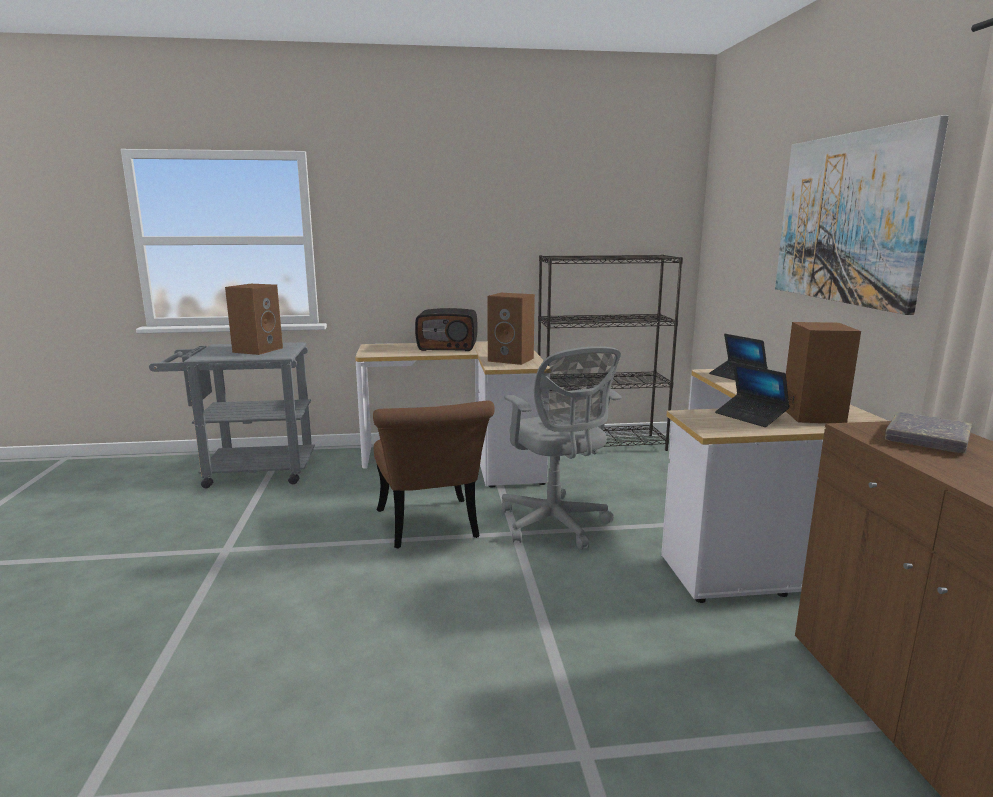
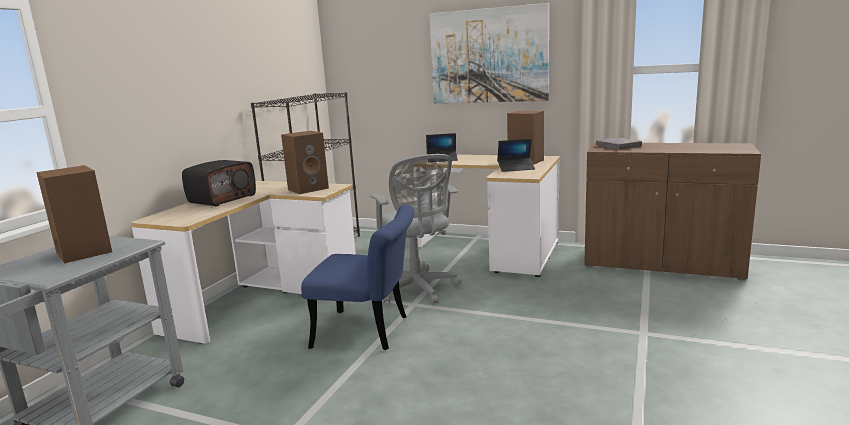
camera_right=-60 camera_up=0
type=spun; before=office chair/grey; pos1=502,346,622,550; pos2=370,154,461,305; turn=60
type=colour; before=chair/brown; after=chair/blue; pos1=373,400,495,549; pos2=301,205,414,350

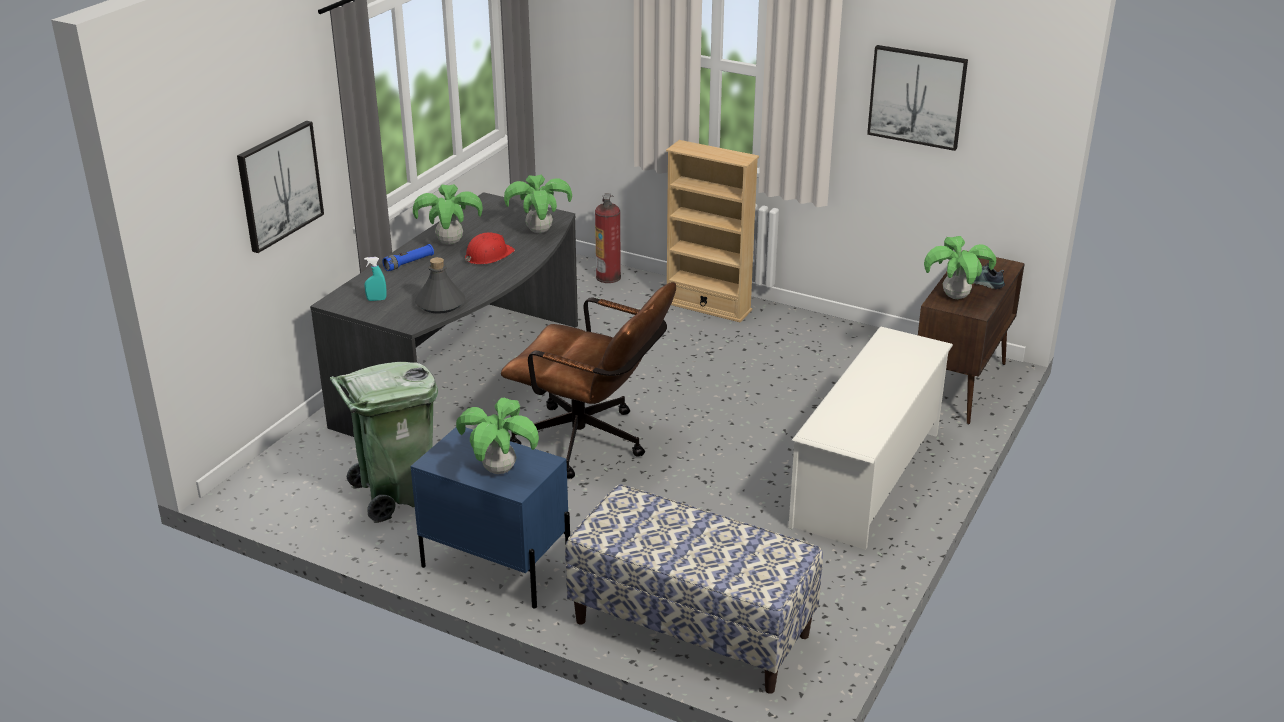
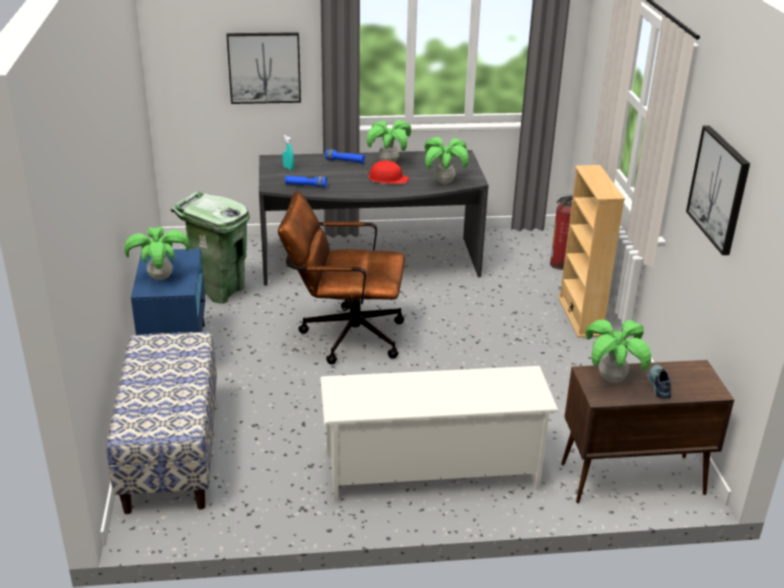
camera_right=55 camera_up=0
type=exchanged; before=bottle/grey; after=flashlight/blue; pos1=415,257,465,314; pos2=285,175,327,188
type=spun; before=office chair/brown; pos1=501,282,676,479; pos2=278,191,405,364; turn=105

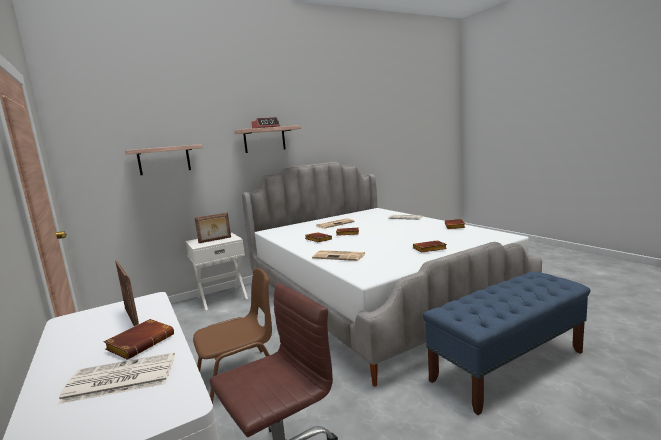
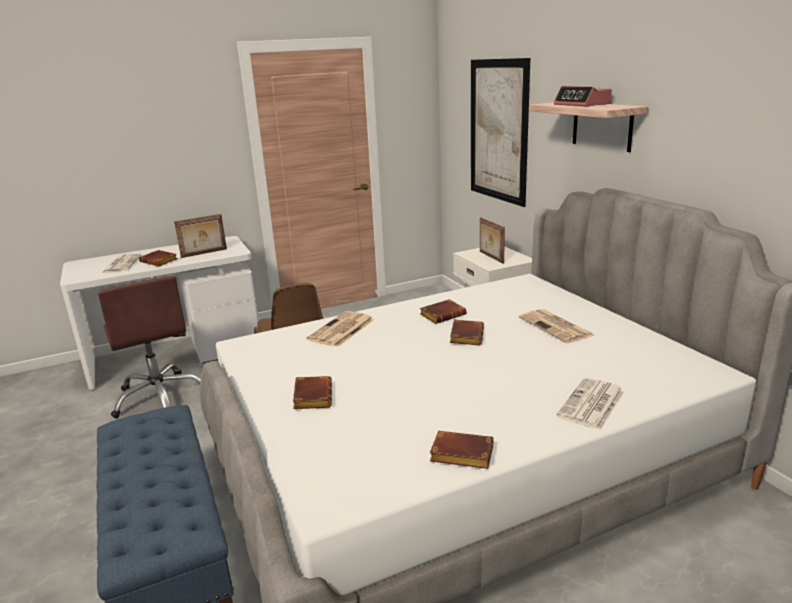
camera_right=95 camera_up=10
type=exchanged; before=shelf; after=picture; pos1=125,144,203,175; pos2=471,58,530,207

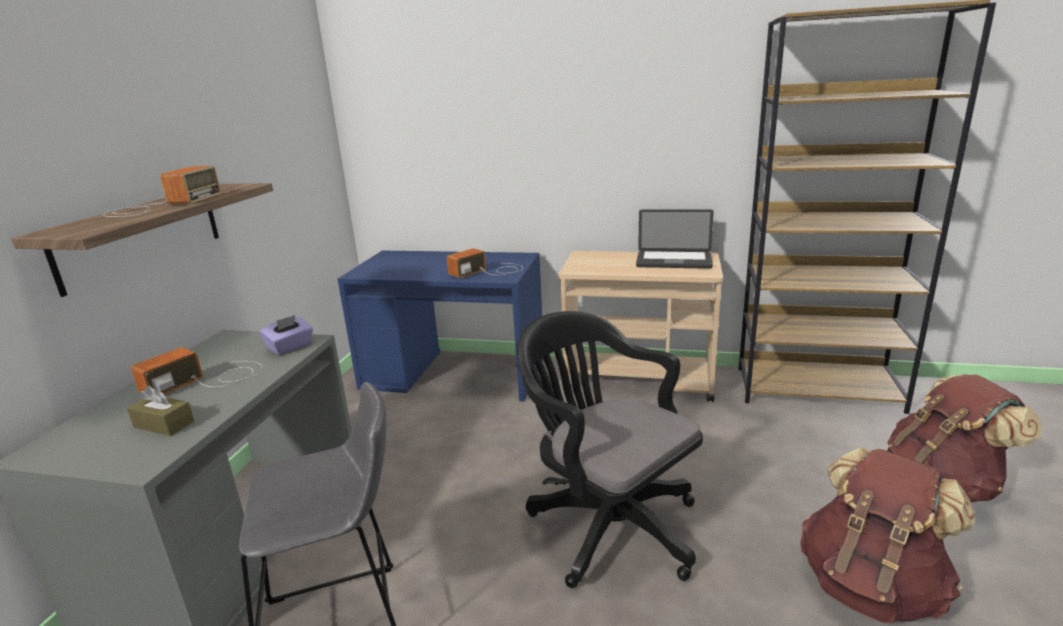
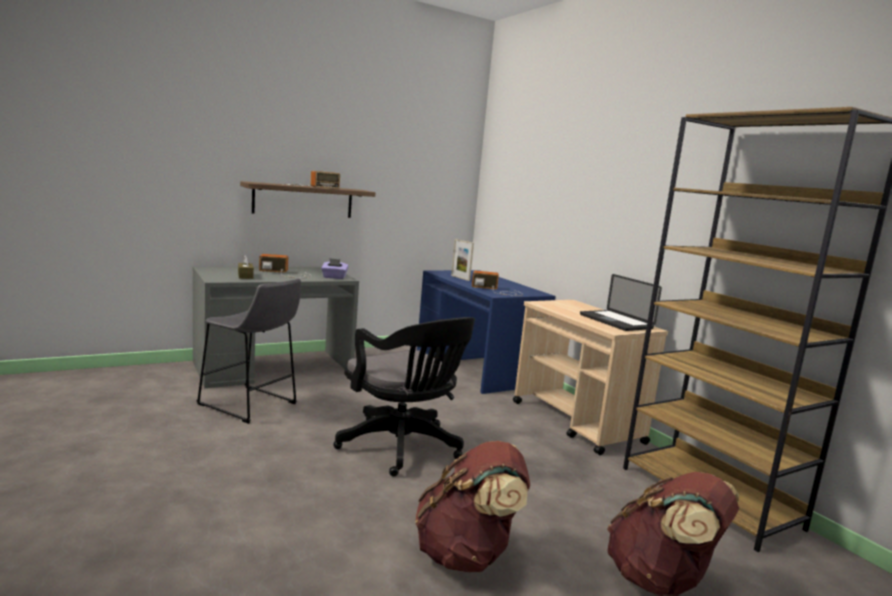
camera_right=45 camera_up=-10
type=spun; before=office chair/black; pos1=518,311,703,588; pos2=333,317,475,476; turn=135
type=appeared; after=picture frame; pos2=451,239,474,281

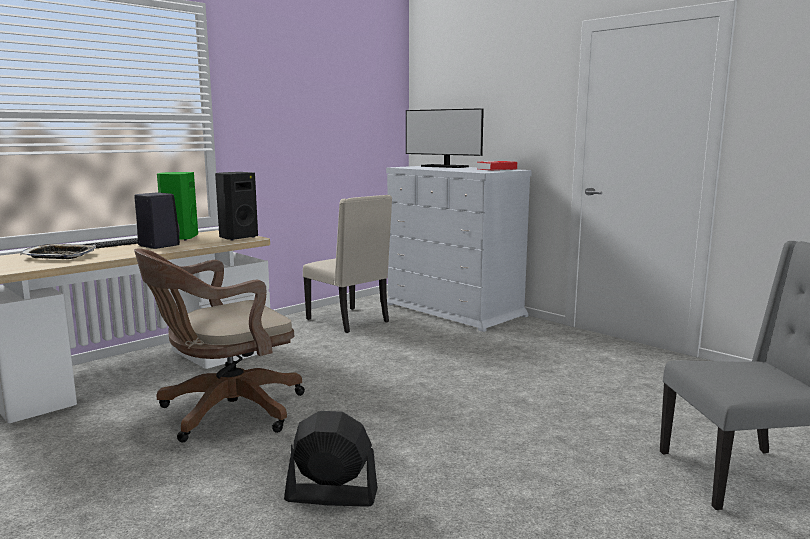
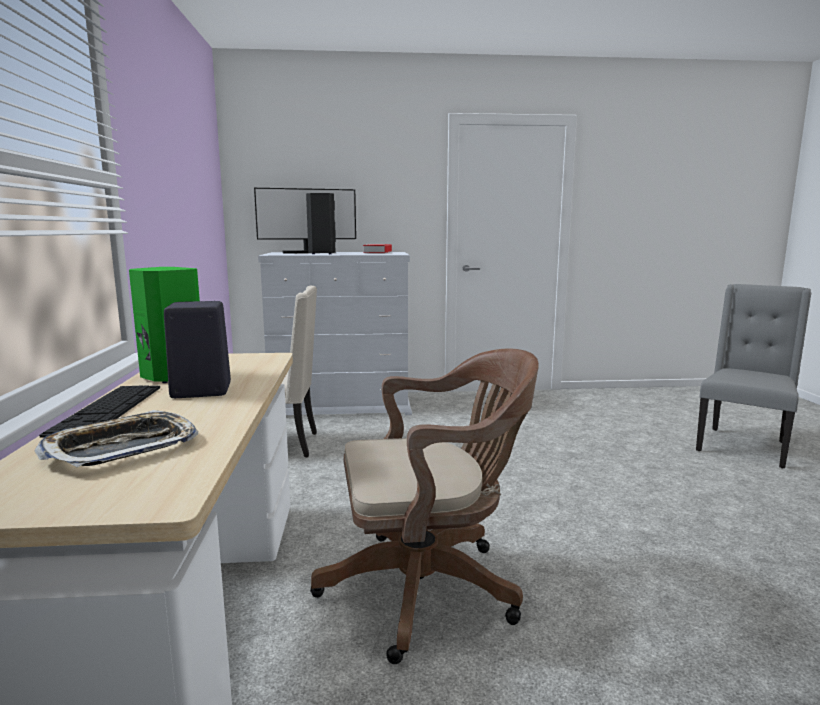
camera_right=-50 camera_up=0
type=relocated; before=speaker/black; pos1=215,172,258,241; pos2=306,193,336,254
type=spun; before=office chair/brown; pos1=134,249,305,442; pos2=310,349,539,664; turn=-105
type=missing; before=fan/black; pos1=284,411,378,507

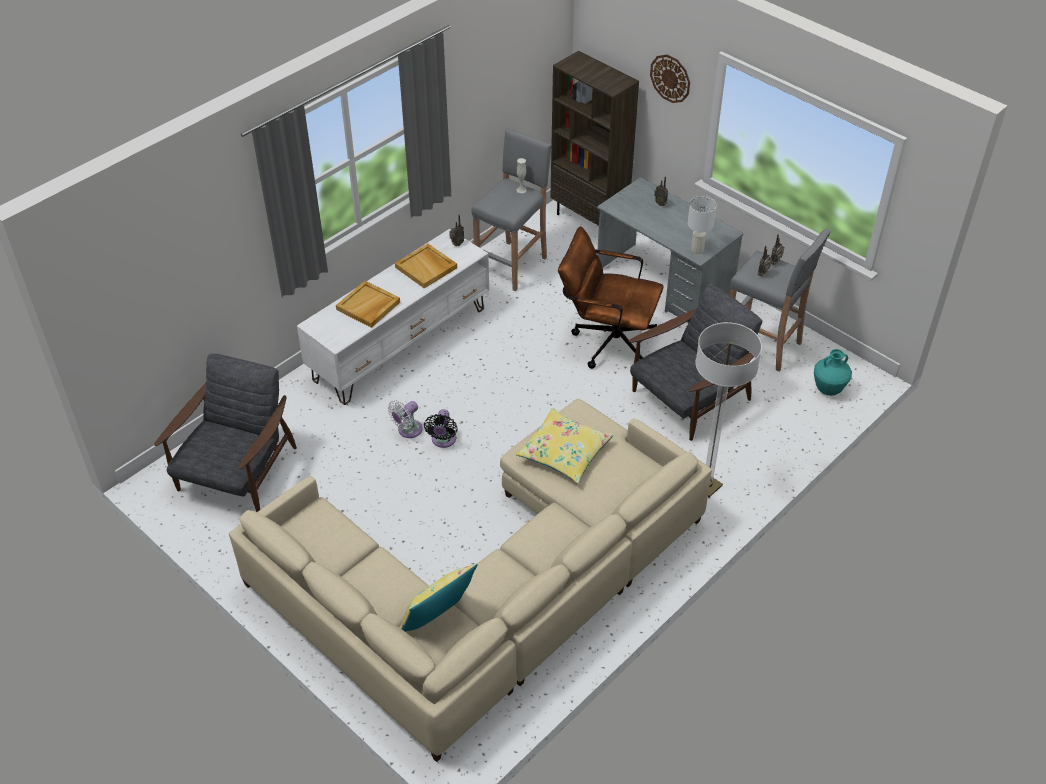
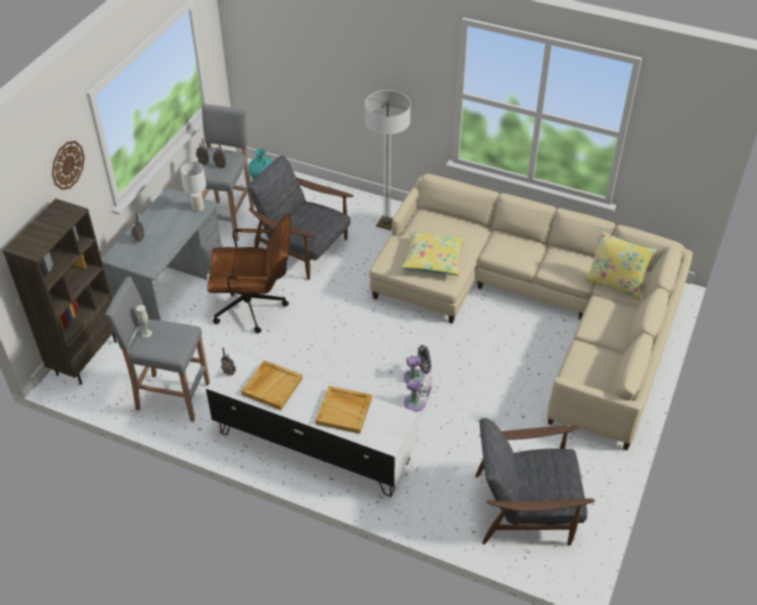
camera_right=-110 camera_up=0
type=spun; before=office chair/brown; pos1=558,226,664,369; pos2=207,213,291,333; turn=-90

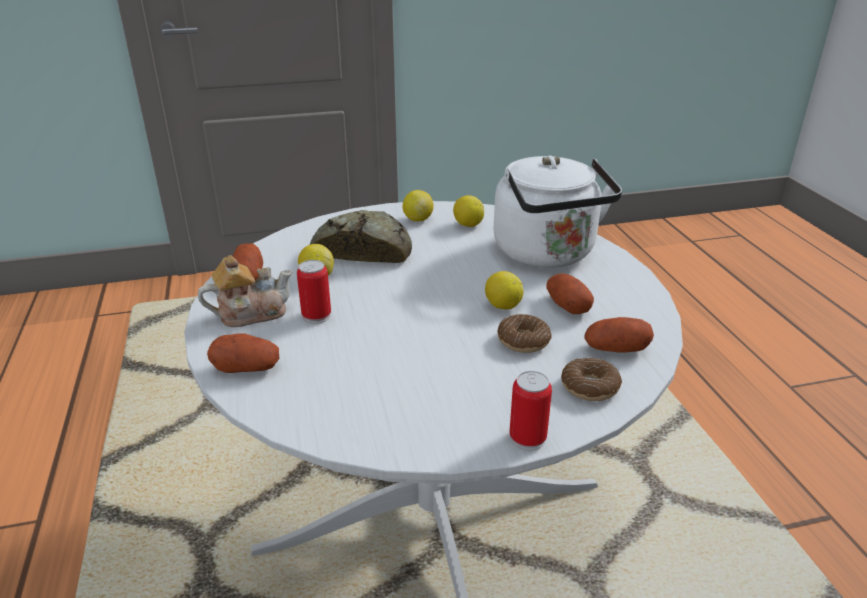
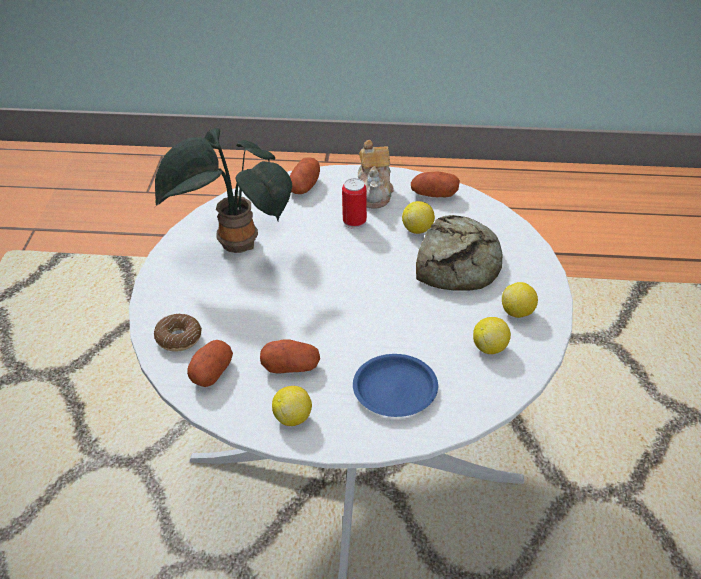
camera_right=110 camera_up=10
type=exchanged; before=kettle/white; after=plate/blue; pos1=494,155,622,268; pos2=353,354,438,417
type=relocated; before=lemon; pos1=485,271,524,310; pos2=272,386,312,426
type=missing; before=donut; pos1=497,314,552,353
type=missing; before=can; pos1=510,371,552,451
type=appeared; after=potted plant; pos2=154,128,292,253

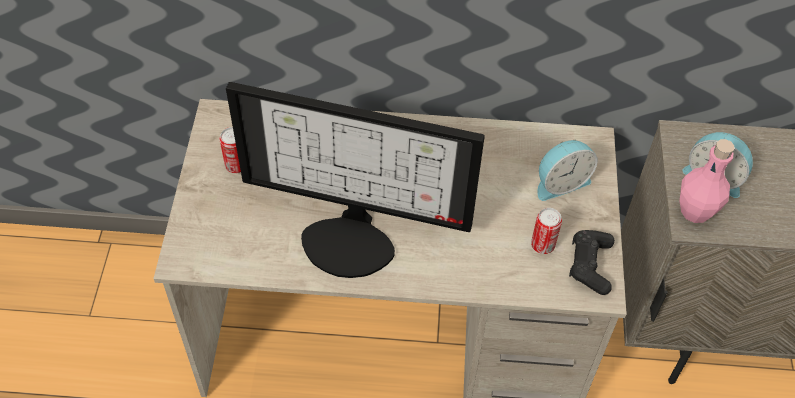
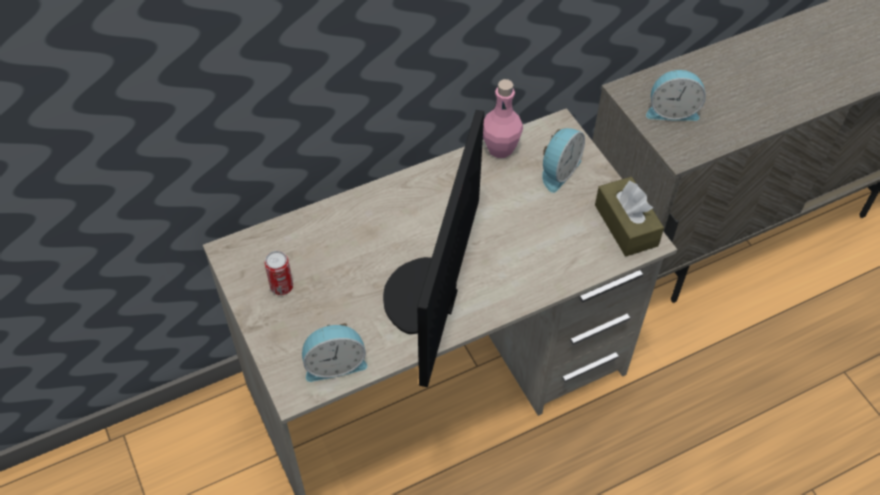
camera_right=-30 camera_up=0
type=spun; before=monitor; pos1=226,82,485,278; pos2=383,110,484,387; turn=120
type=relocated; before=bottle/pink; pos1=680,139,734,223; pos2=483,79,523,158
type=missing; before=can; pos1=531,208,562,254
type=exchanged; before=game controller/black; after=tissue box/brown; pos1=569,230,615,295; pos2=595,177,664,256
type=appeared; after=alarm clock; pos2=302,323,367,382

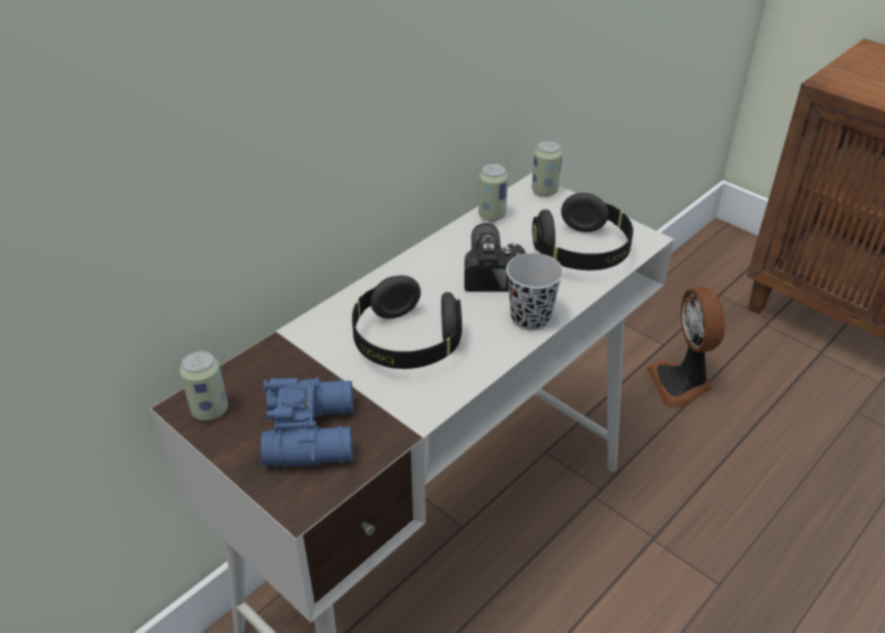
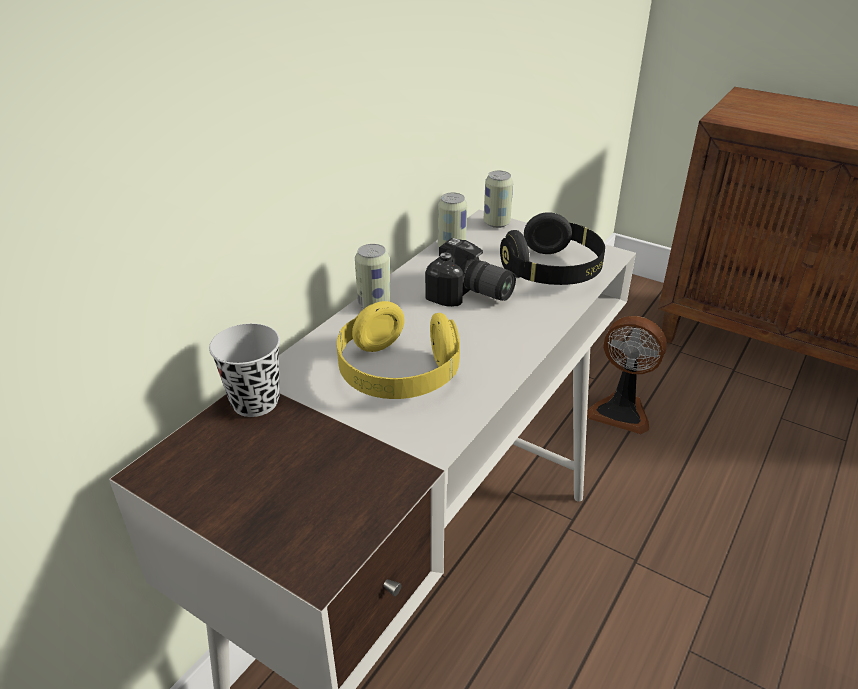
camera_right=-10 camera_up=-5
type=spun; before=photo camera; pos1=464,223,526,292; pos2=425,238,516,307; turn=135
type=relocated; before=cup/black; pos1=506,253,563,330; pos2=209,323,280,417
type=colour; before=headphones/black; after=headphones/yellow; pos1=352,275,462,369; pos2=337,301,460,399
type=spun; before=fan; pos1=647,287,725,408; pos2=587,316,667,434; turn=-45
type=relocated; before=can; pos1=180,351,228,421; pos2=355,244,391,308
type=missing; before=binoculars/blue; pos1=261,377,353,467

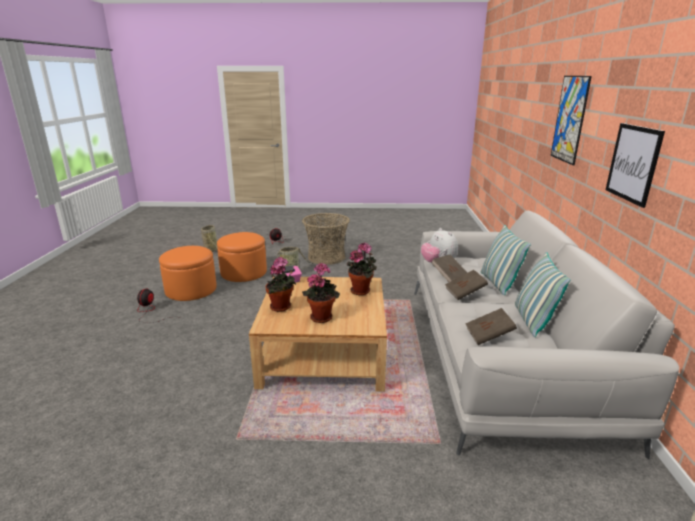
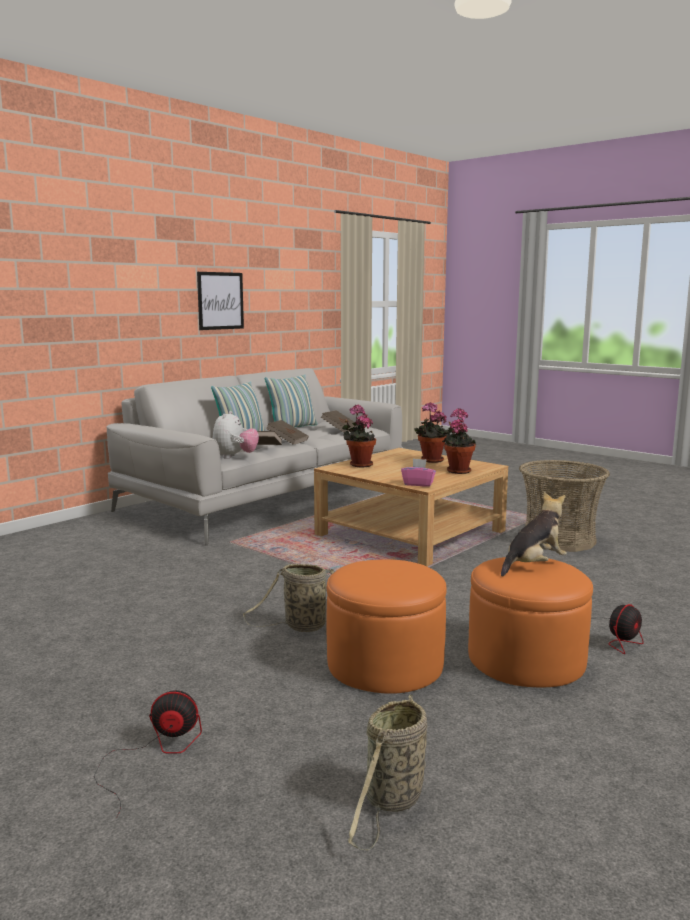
camera_right=-140 camera_up=-10
type=missing; before=picture; pos1=551,76,592,165
type=relocated; before=basket; pos1=302,213,350,265; pos2=519,460,610,552
type=appeared; after=plush toy; pos2=501,492,567,577

